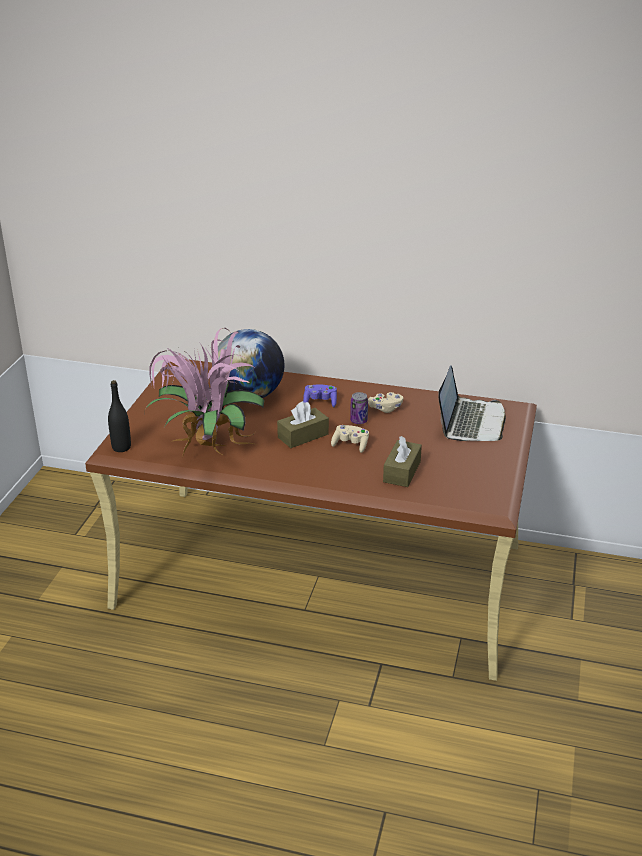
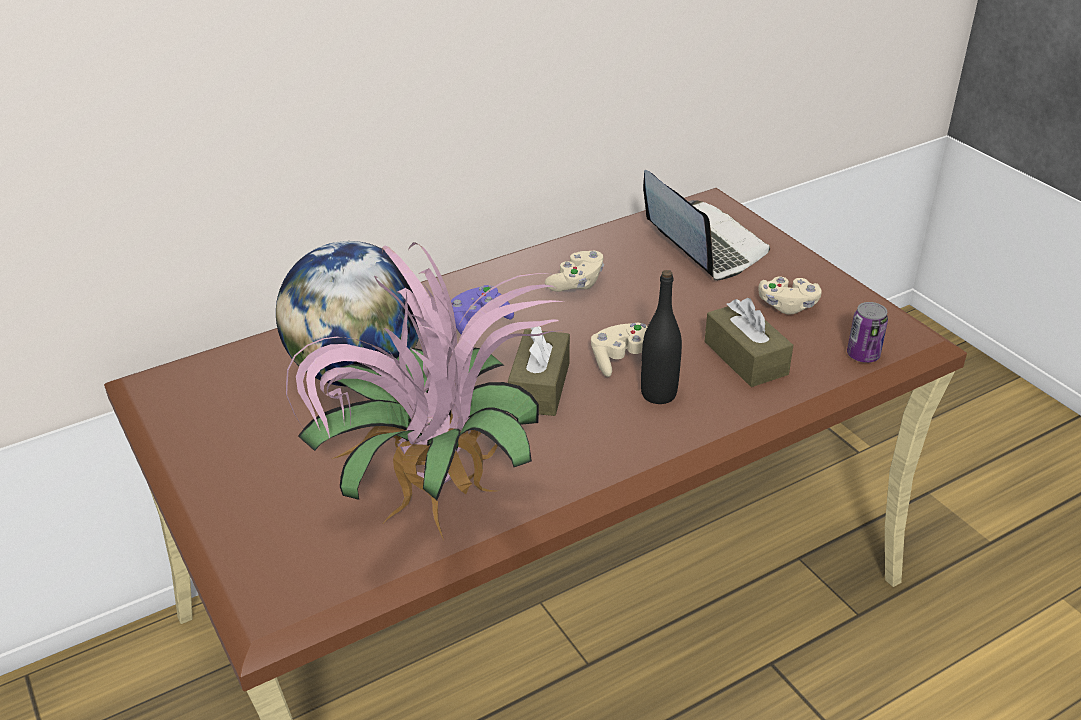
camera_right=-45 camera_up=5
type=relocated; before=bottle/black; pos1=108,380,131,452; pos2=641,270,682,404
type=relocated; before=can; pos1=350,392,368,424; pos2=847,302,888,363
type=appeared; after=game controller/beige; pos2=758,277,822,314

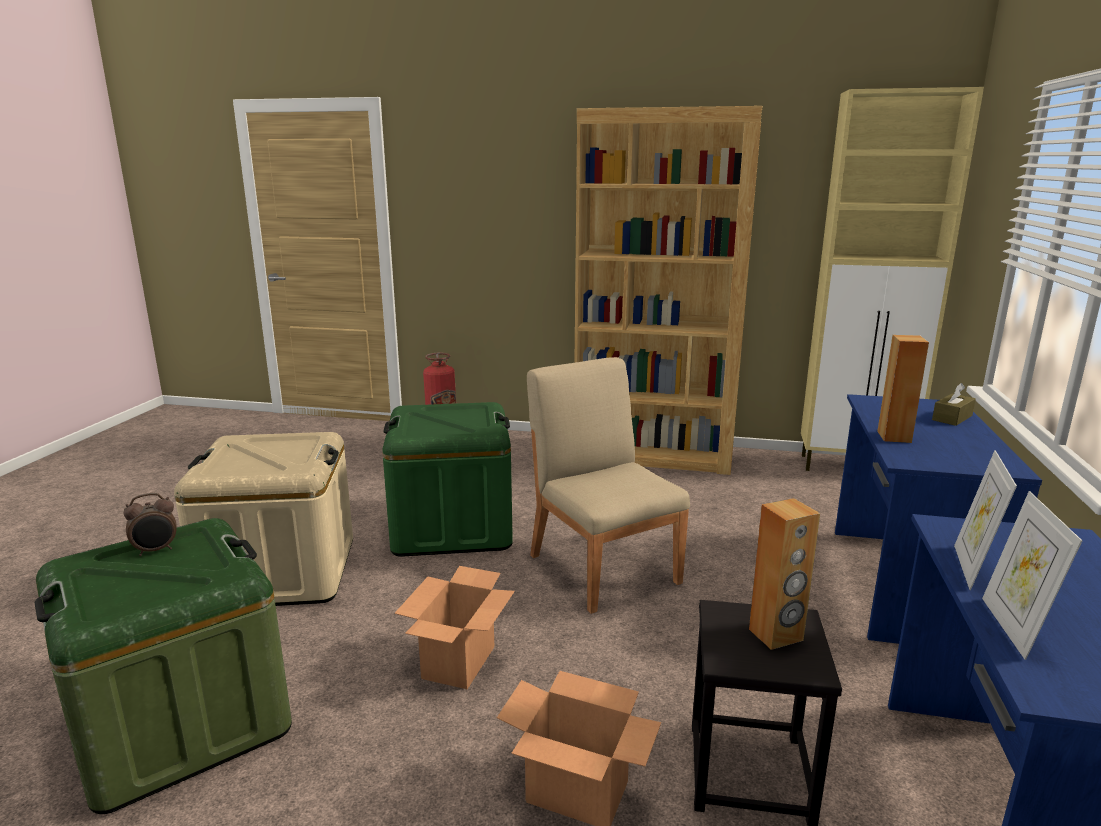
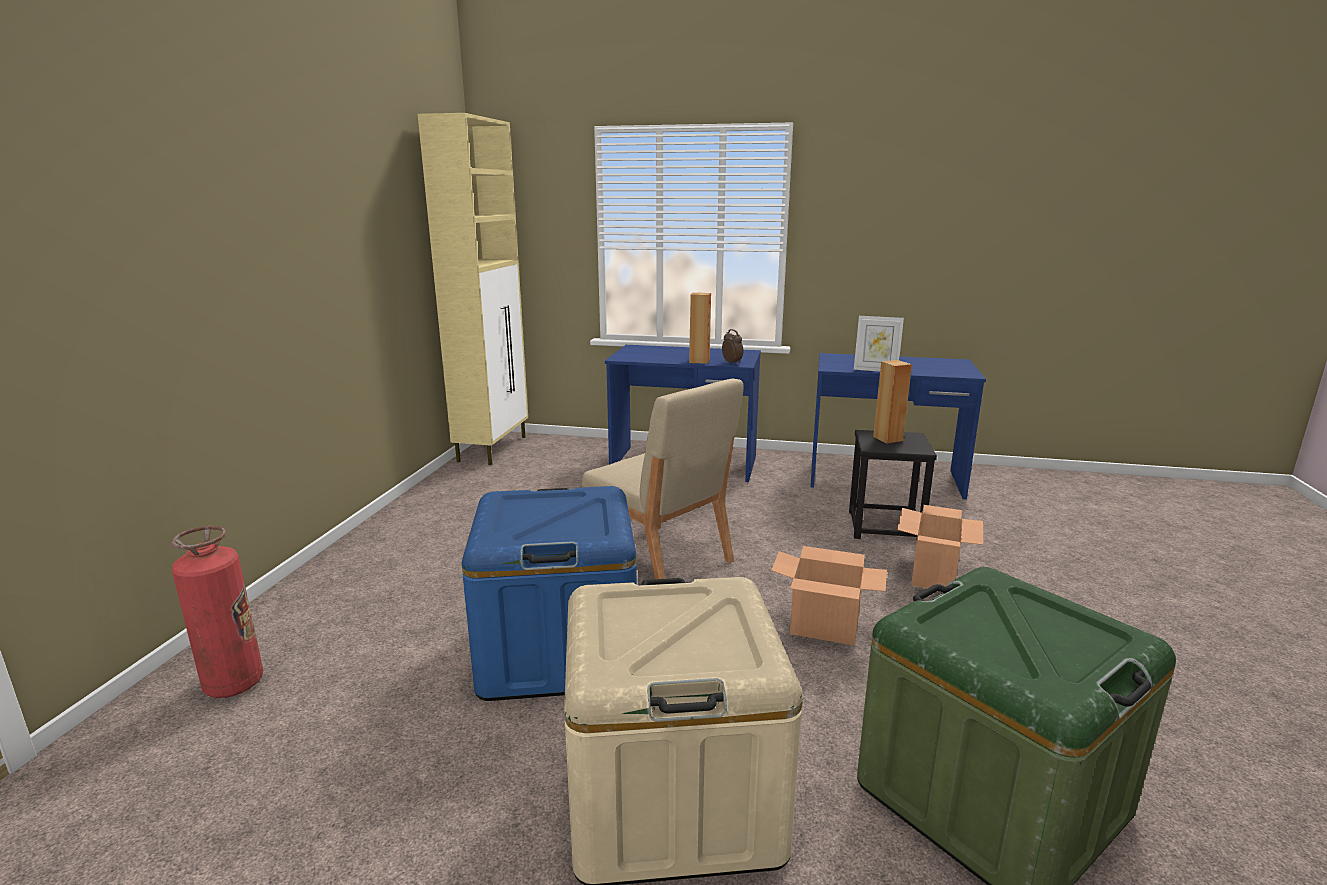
camera_right=-90 camera_up=0
type=missing; before=bookcase/brown; pos1=574,106,762,475
type=spun; before=chair/beige; pos1=527,357,690,614; pos2=582,378,744,579; turn=-105
type=missing; before=tissue box/brown; pos1=932,383,976,426
type=colour; before=storage box/green; after=storage box/blue; pos1=382,402,513,557; pos2=462,486,637,701
type=missing; before=picture frame; pos1=982,491,1082,660
type=relocated; before=alarm clock; pos1=124,493,177,556; pos2=722,329,743,364

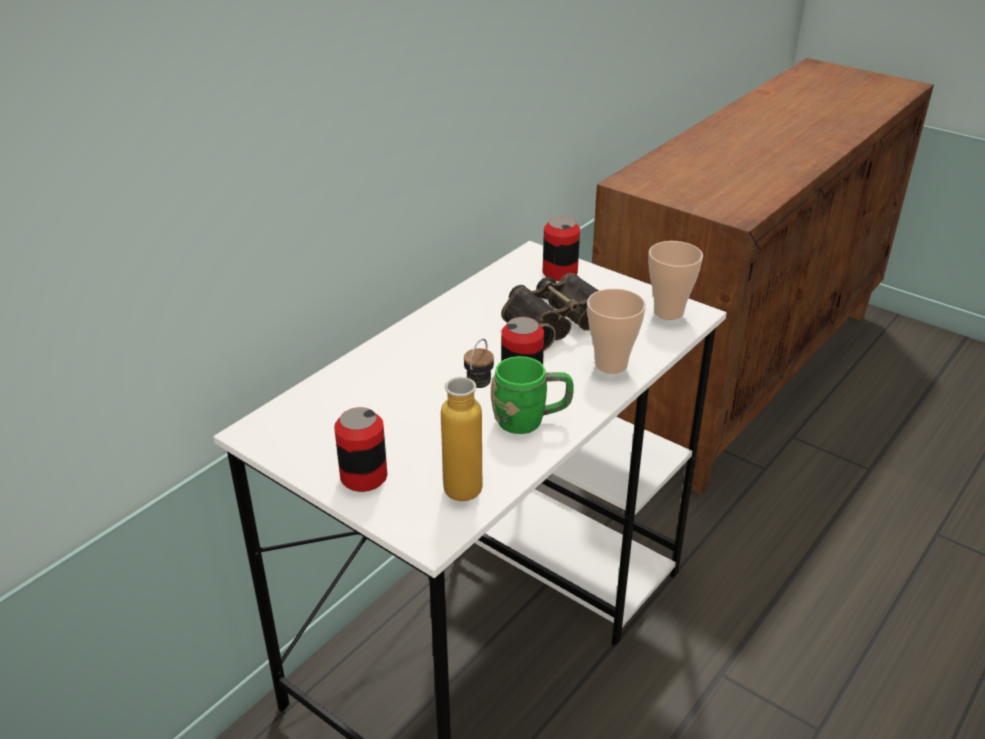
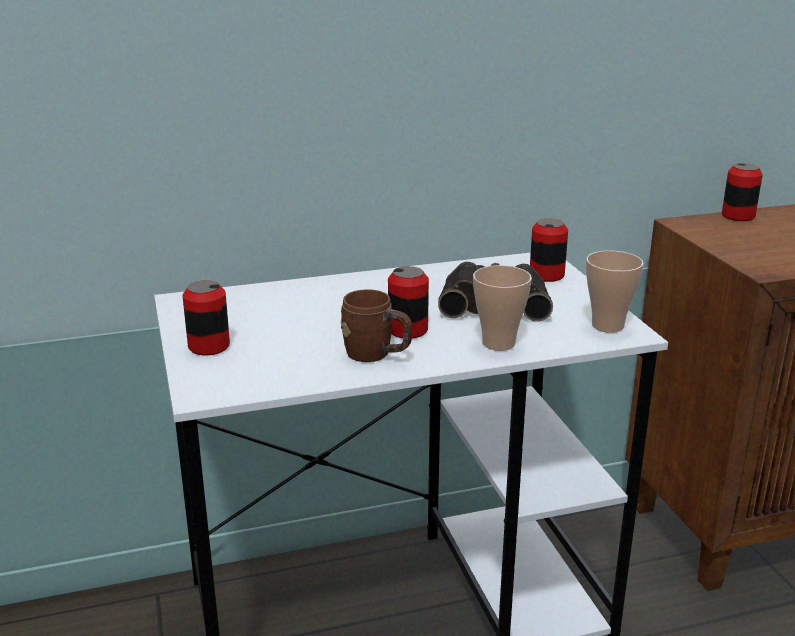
camera_right=35 camera_up=-10
type=missing; before=bottle; pos1=441,338,494,501
type=colour; before=mug/green; after=mug/brown; pos1=491,356,574,434; pos2=341,289,412,362
type=appeared; after=can; pos2=722,163,763,221

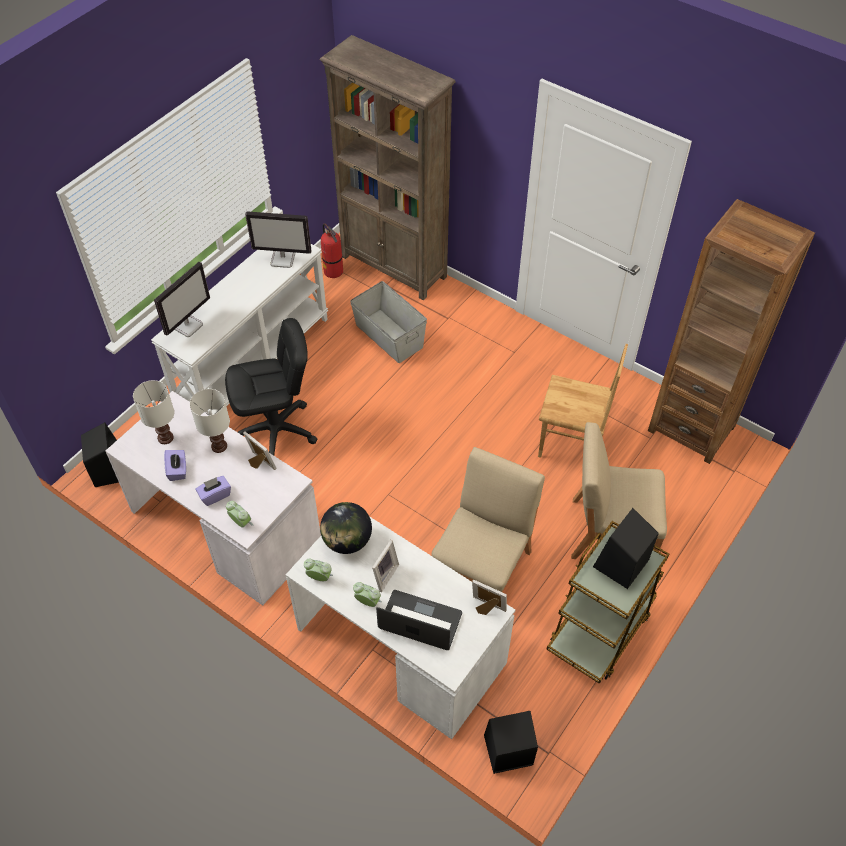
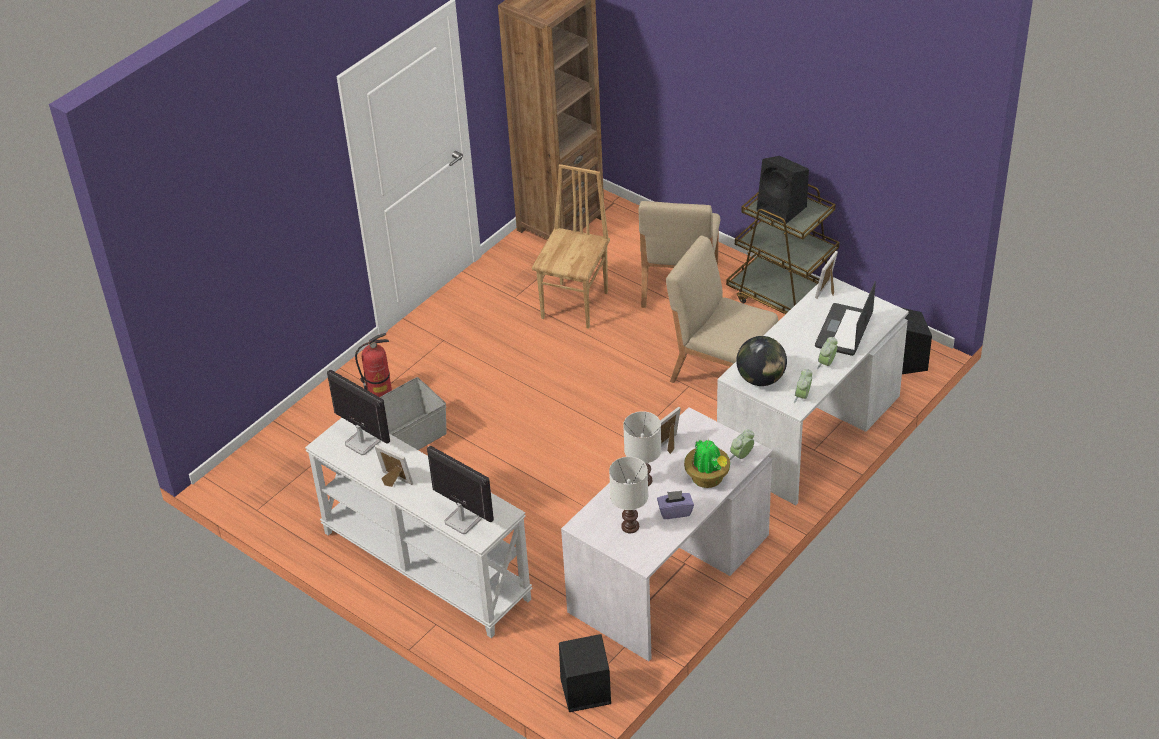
camera_right=-85 camera_up=-10
type=missing; before=bookcase/brown; pos1=320,35,455,300
type=spun; before=monitor; pos1=245,211,312,268; pos2=327,370,390,455; turn=-60
type=relocated; before=fire extinguisher; pos1=321,224,343,278; pos2=355,333,392,397
type=missing; before=office chair/black; pos1=225,318,317,455
type=exchanged; before=tissue box/purple; after=potted plant; pos1=196,476,231,506; pos2=684,439,730,488
type=relocated; before=picture frame; pos1=372,540,399,592; pos2=374,445,413,487

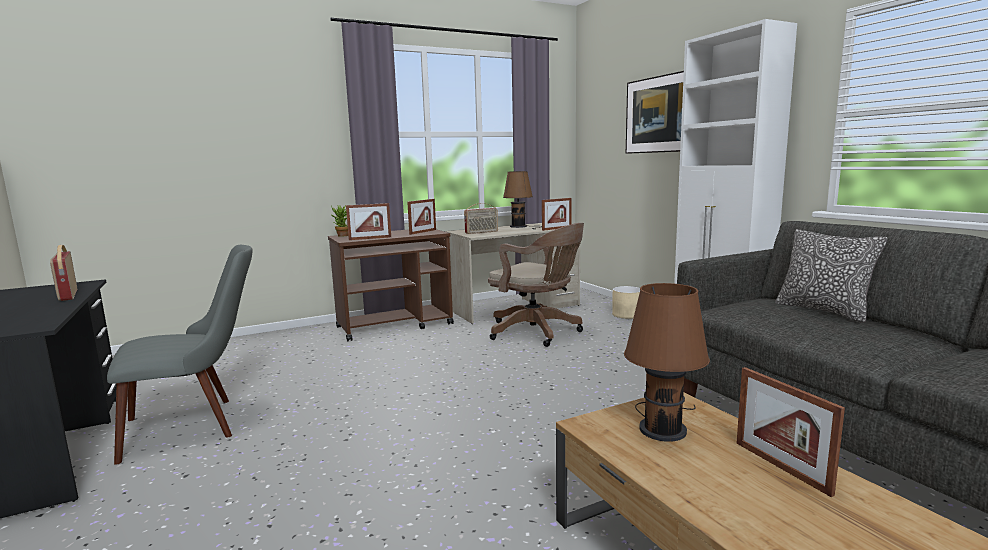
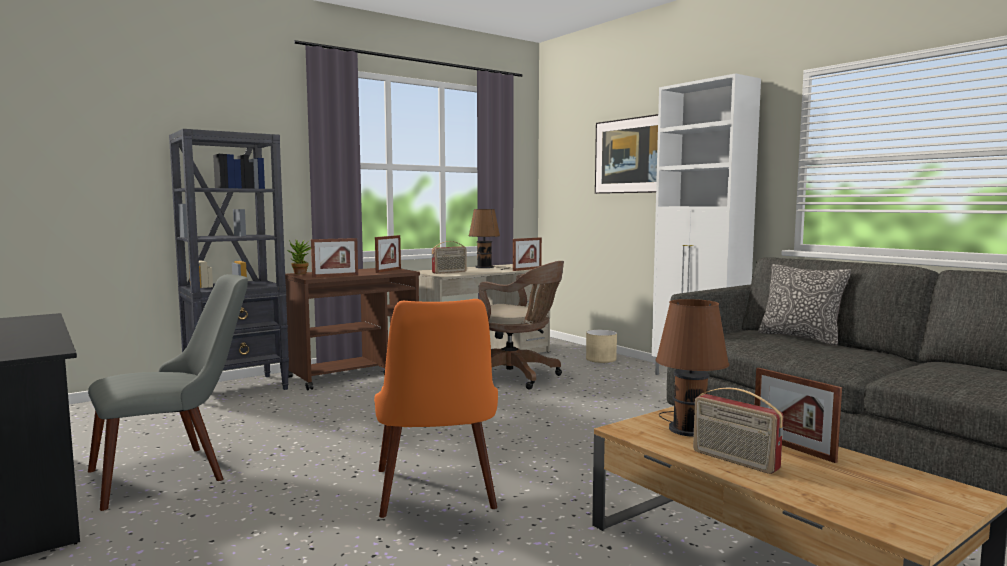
camera_right=-10 camera_up=-5
type=relocated; before=radio; pos1=50,245,77,301; pos2=693,388,783,474
type=appeared; after=bookcase/black; pos2=169,129,289,404
type=appeared; after=chair/orange; pos2=374,299,498,518

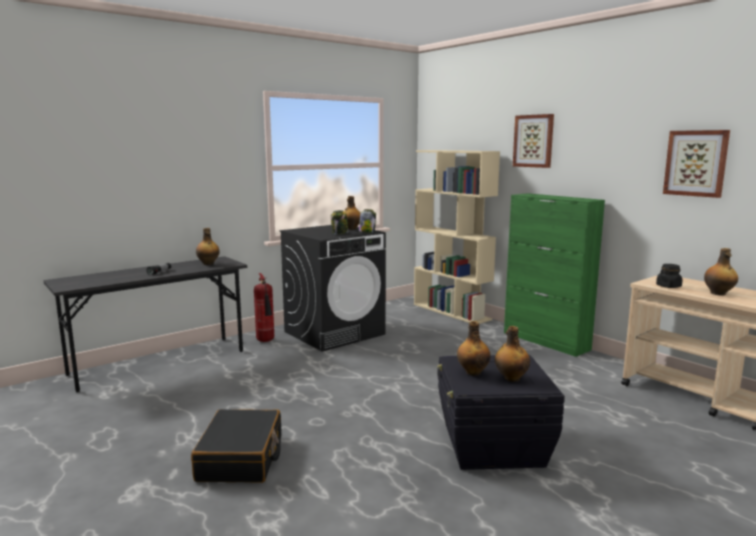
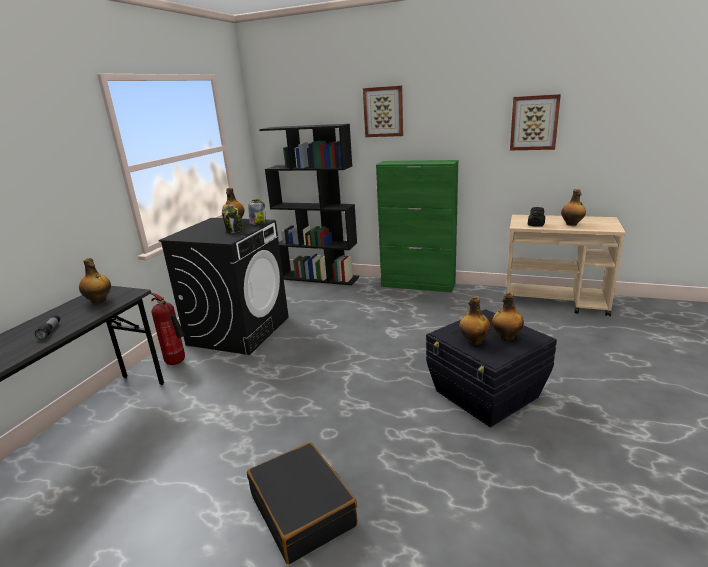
camera_right=-30 camera_up=10
type=colour; before=bookcase/beige; after=bookcase/black; pos1=414,150,500,324; pos2=259,124,359,285

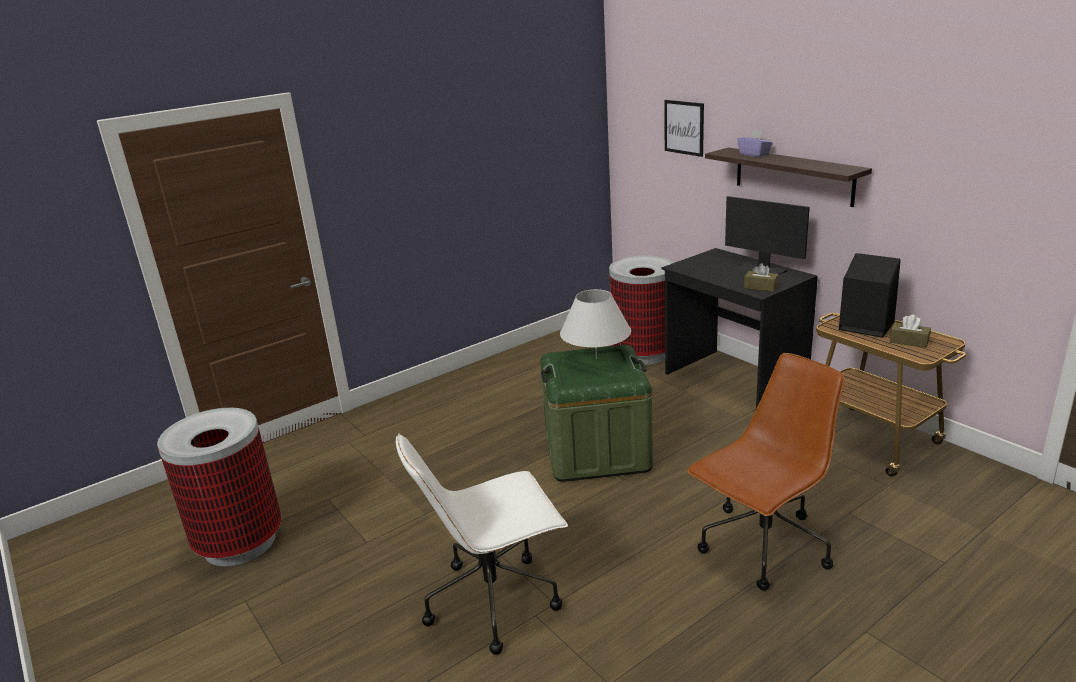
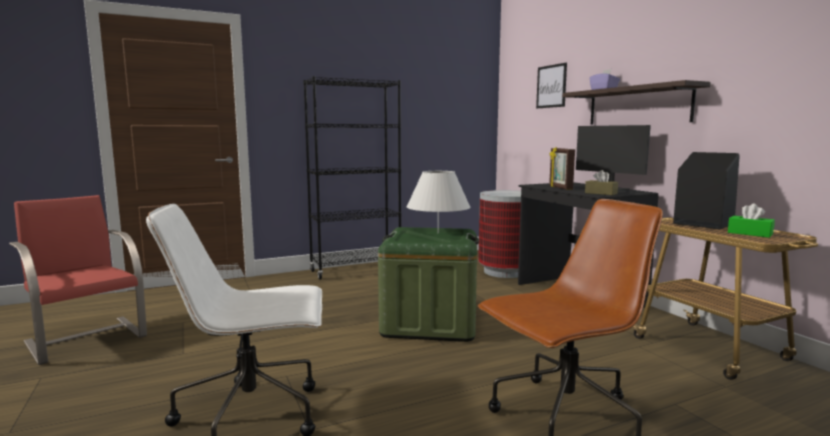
camera_right=10 camera_up=-15
type=colour; before=tissue box/brown; after=tissue box/green; pos1=890,315,931,348; pos2=728,204,775,238
type=exchanged; before=trash can; after=chair/red; pos1=157,408,281,566; pos2=9,195,147,365
type=appeared; after=bookcase/black; pos2=303,76,401,280
type=appeared; after=picture frame; pos2=549,147,575,190

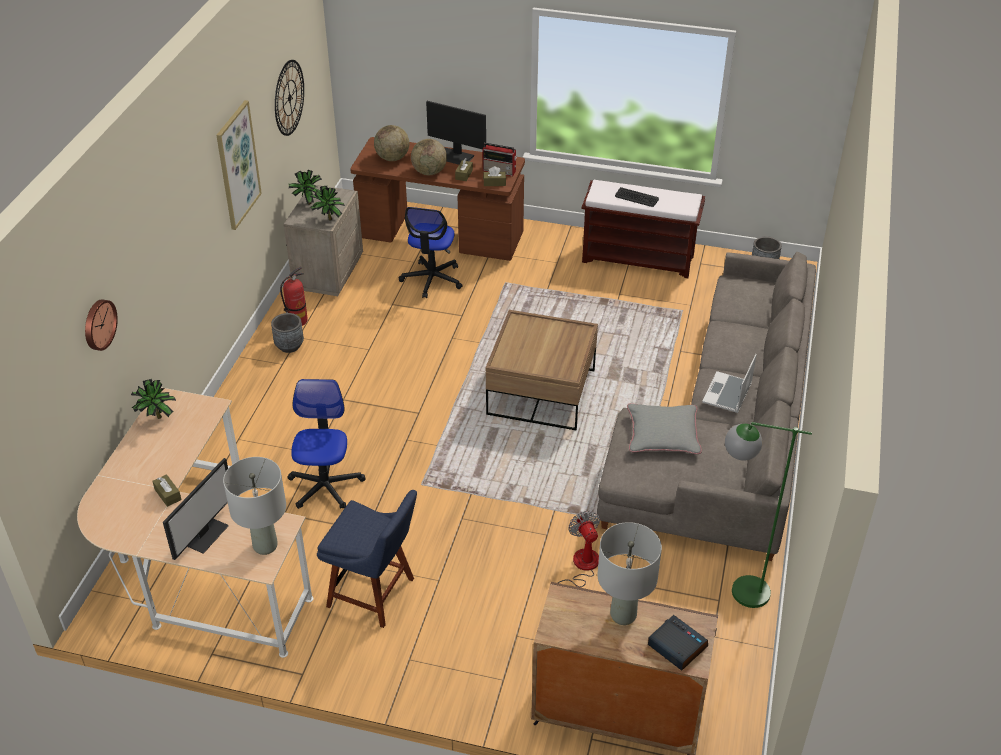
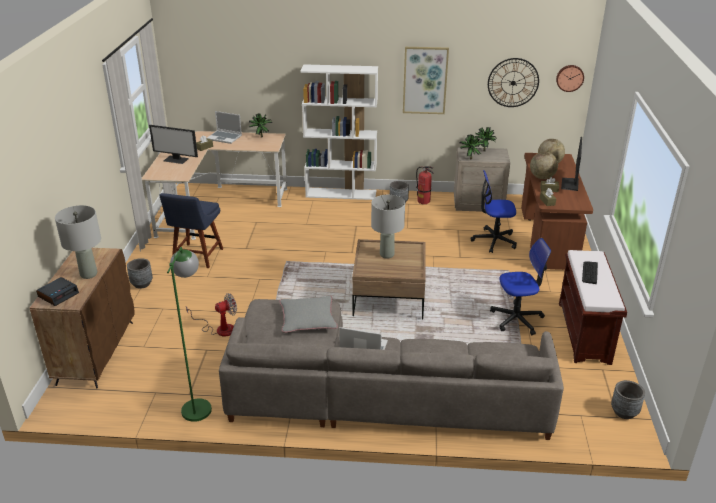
camera_right=80 camera_up=-10
type=missing; before=radio; pos1=483,143,517,176
type=relocated; before=wall clock; pos1=85,299,118,351; pos2=556,65,584,92
type=relocated; before=office chair; pos1=288,379,366,509; pos2=490,238,551,335
type=relocated; before=table lamp/grey; pos1=223,457,286,555; pos2=371,195,405,258
type=appeared; after=bookcase/white; pos2=300,64,378,200
type=appeared; after=laptop; pos2=206,111,242,144
type=appeared; after=planter/grey; pos2=127,258,153,289

